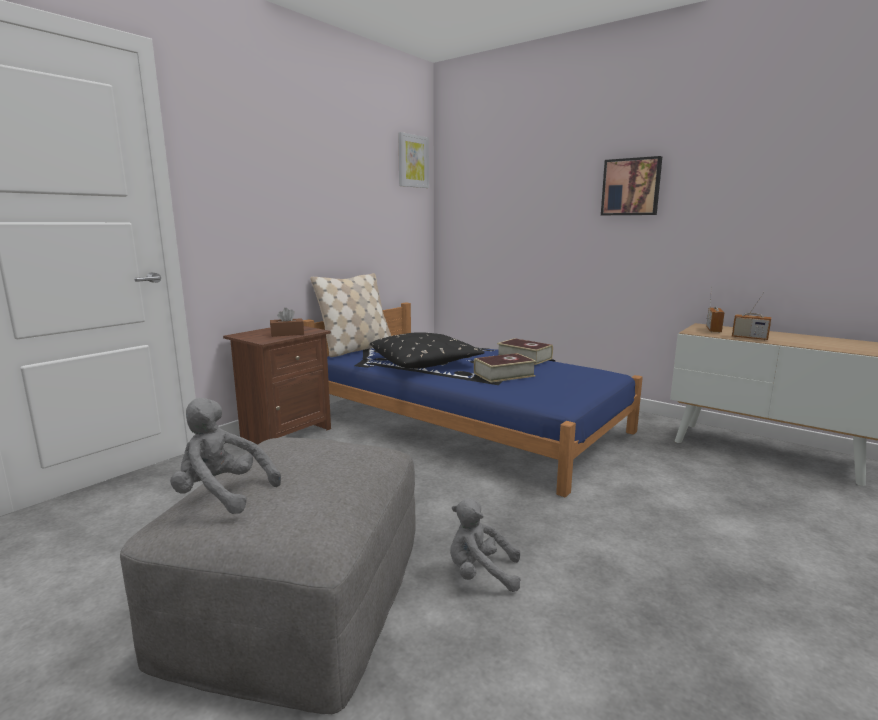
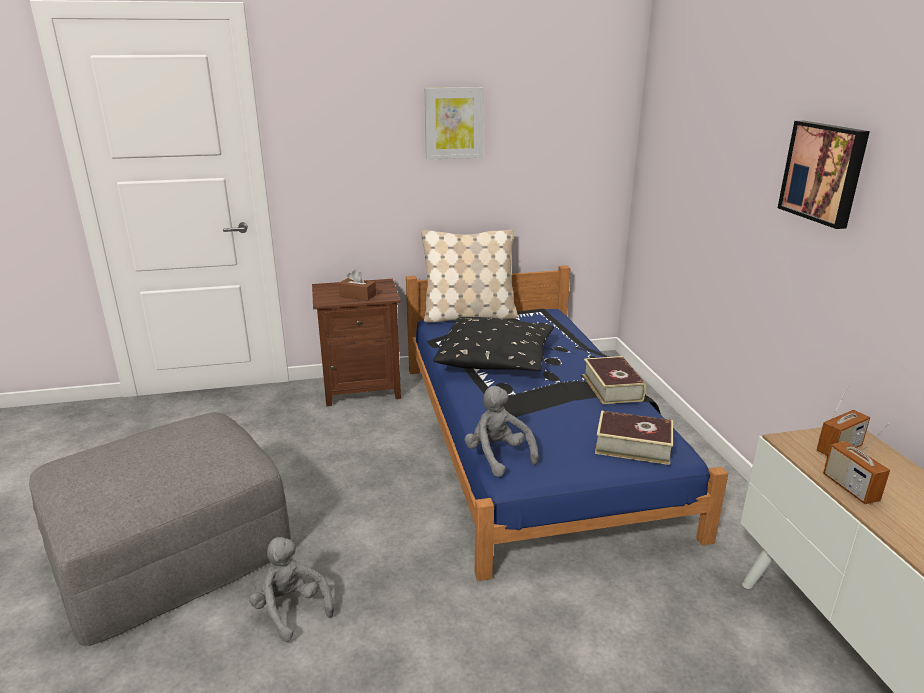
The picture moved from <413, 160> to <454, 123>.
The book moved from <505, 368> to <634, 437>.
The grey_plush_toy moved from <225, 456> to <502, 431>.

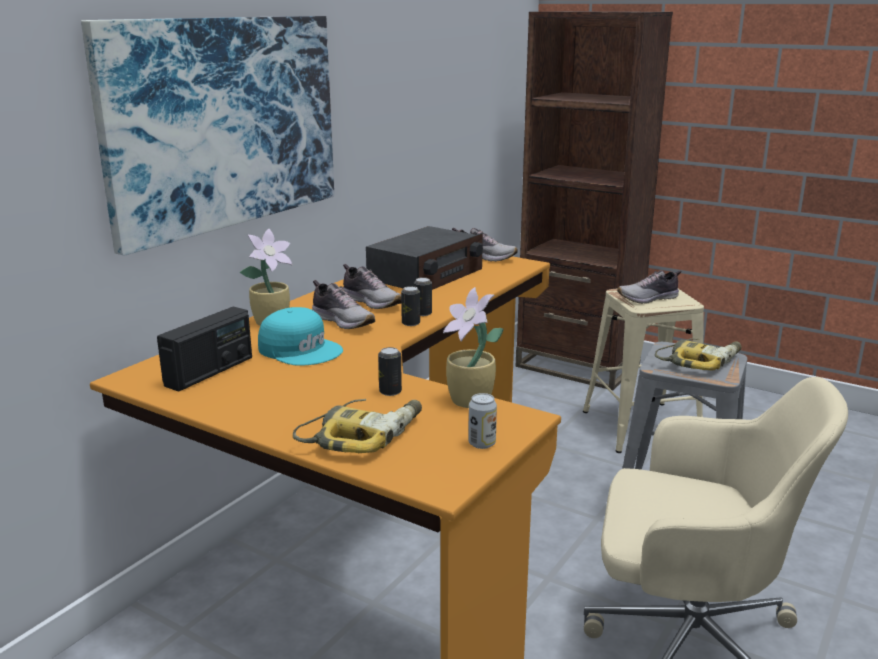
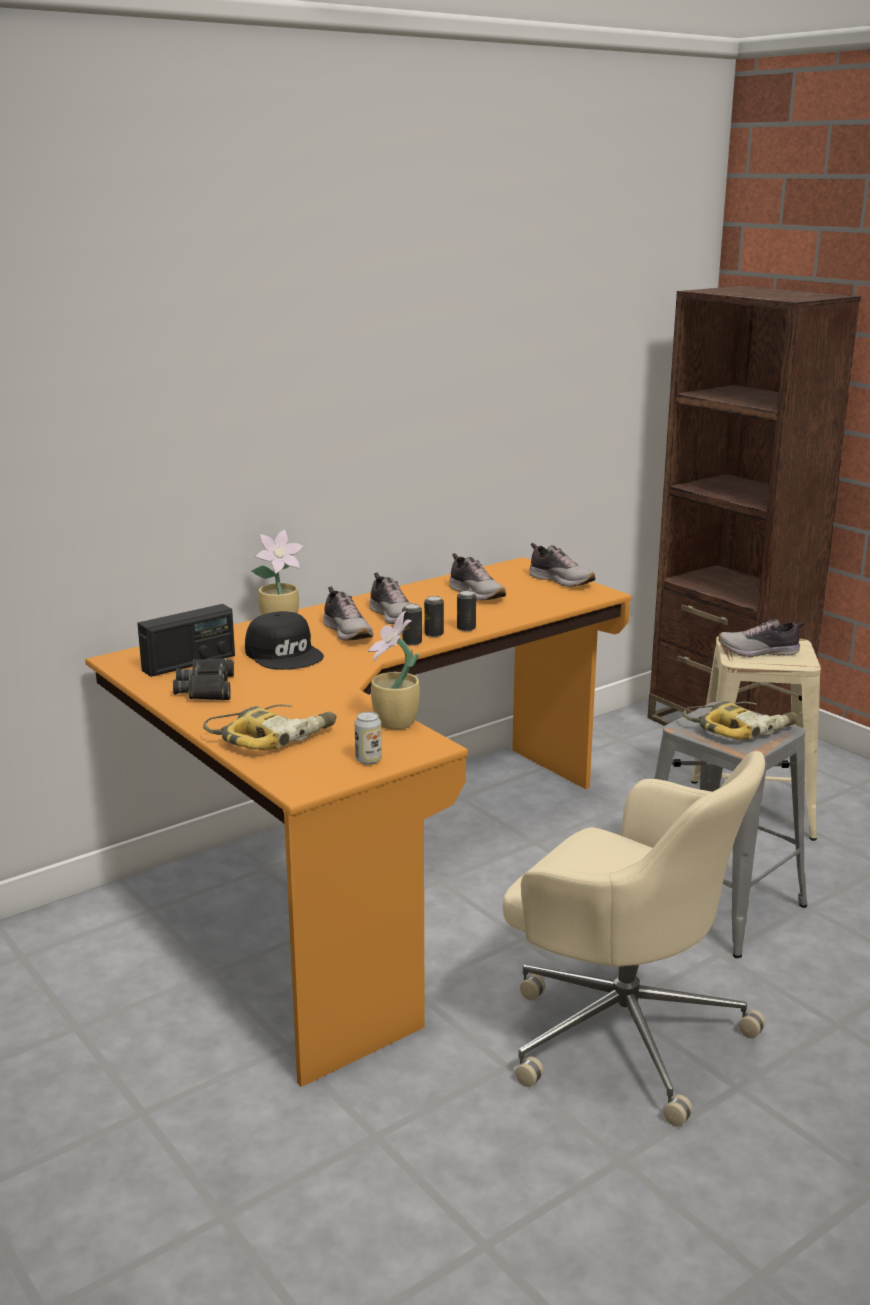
The picture at <207, 136> disappeared.
The radio at <424, 258> was replaced by the shoe at <477, 577>.
The turquoise_cap at <300, 336> became the black_cap at <284, 640>.
The can moved from <390, 371> to <466, 610>.
The black_binoculars at <203, 679> appeared.

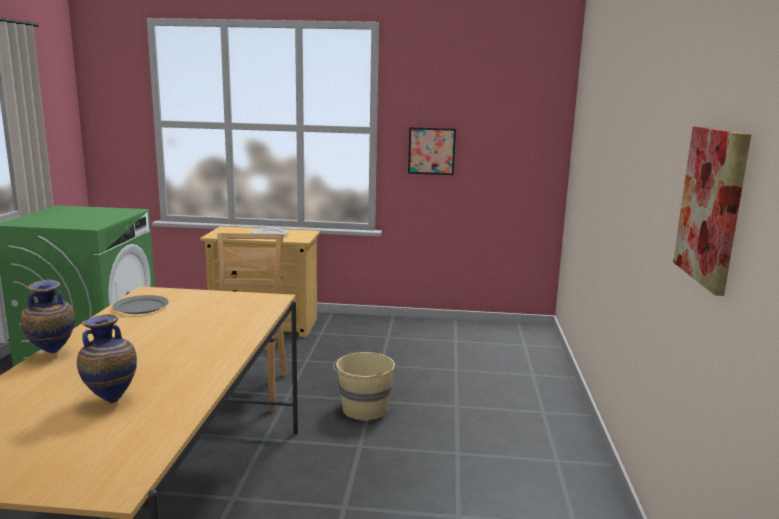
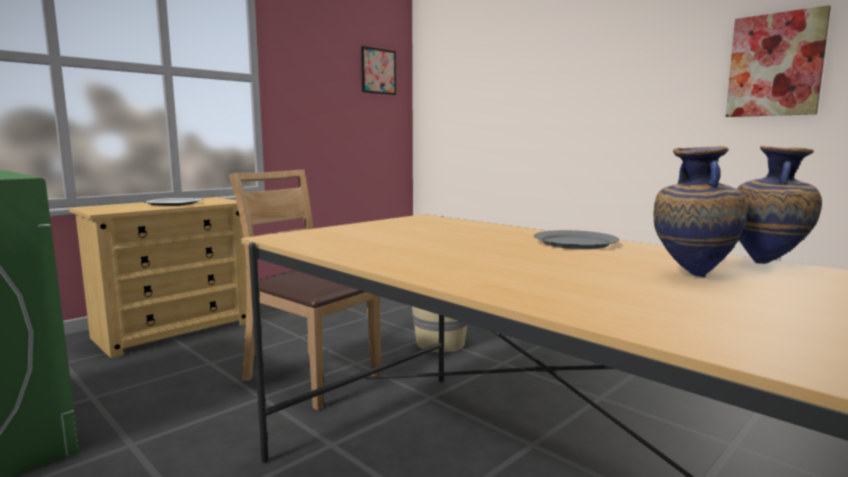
The picture moved from <432, 151> to <378, 70>.
The vase moved from <47, 316> to <779, 205>.
The grey_plate moved from <140, 304> to <576, 239>.

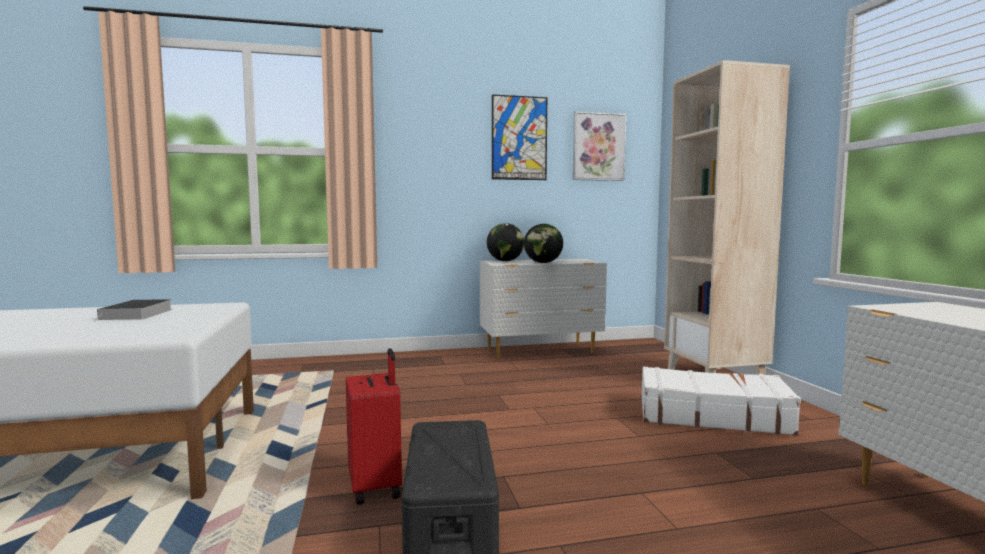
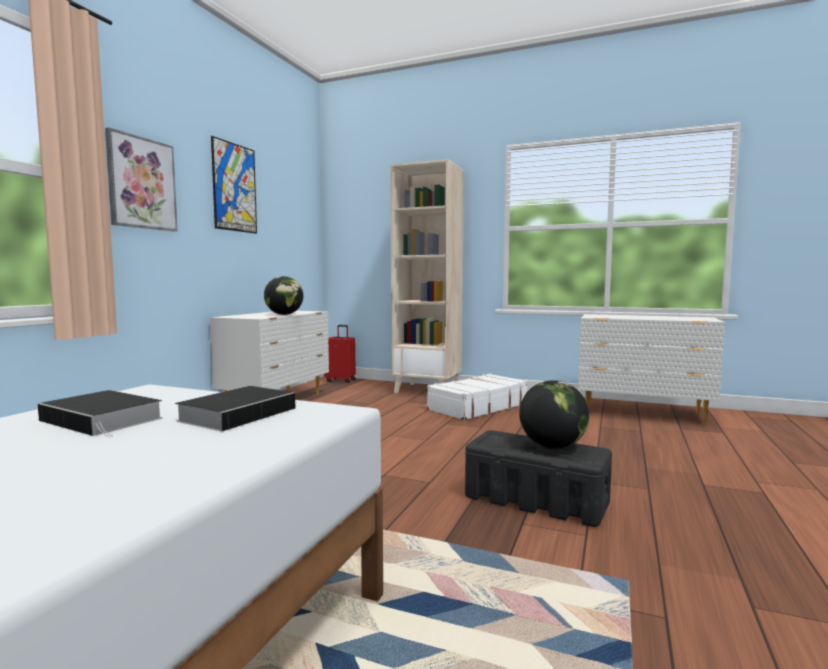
The picture moved from <599, 146> to <141, 179>.
The globe moved from <505, 242> to <554, 414>.
The red_suitcase moved from <374, 426> to <340, 354>.
The book at <239, 409> appeared.

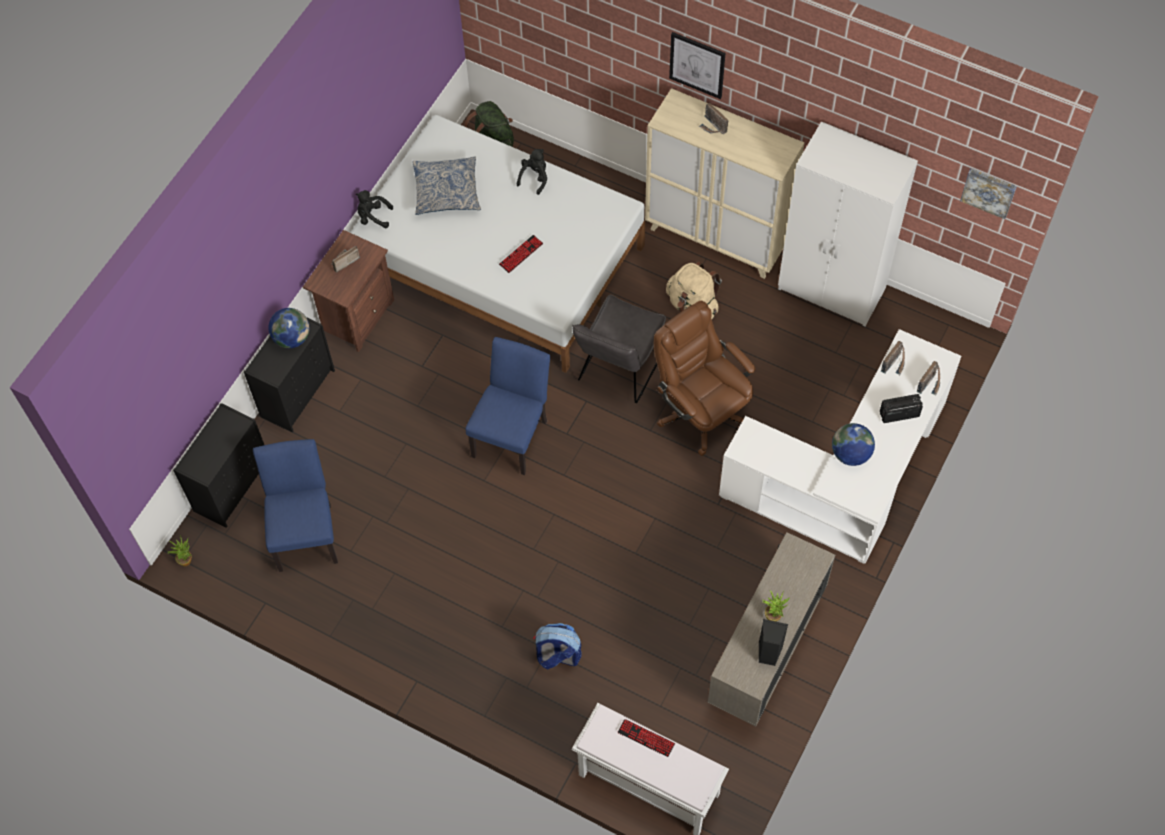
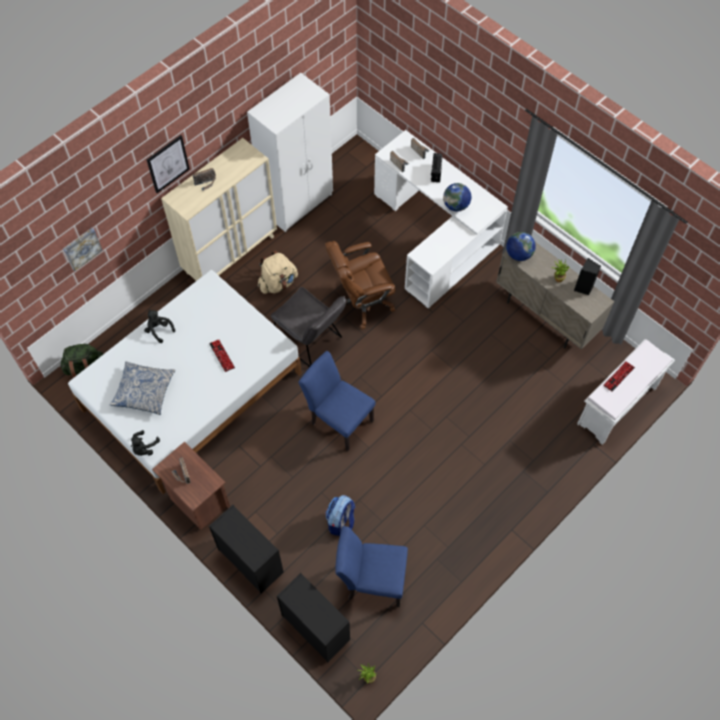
The picture moved from <988, 193> to <83, 249>.
The globe moved from <288, 328> to <521, 246>.
The backpack moved from <557, 646> to <340, 515>.

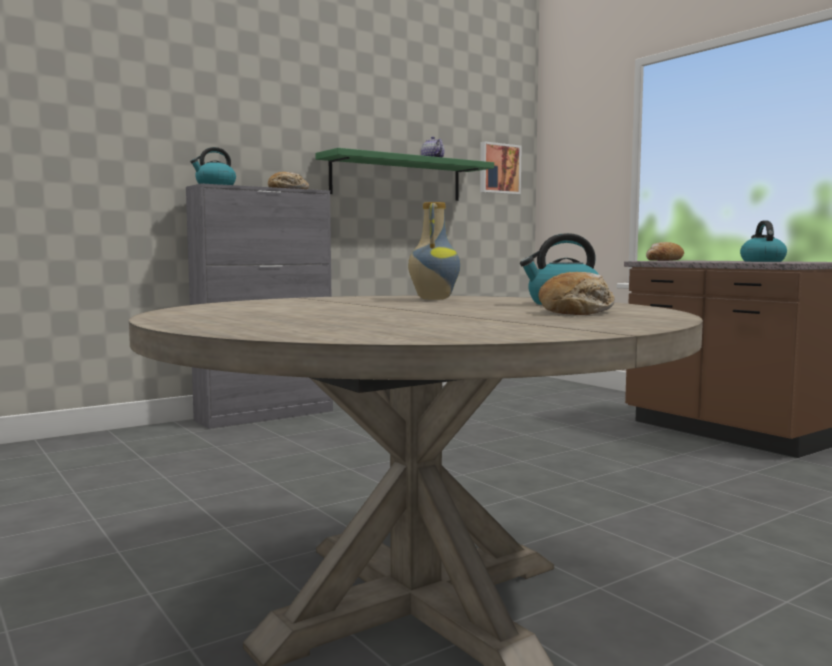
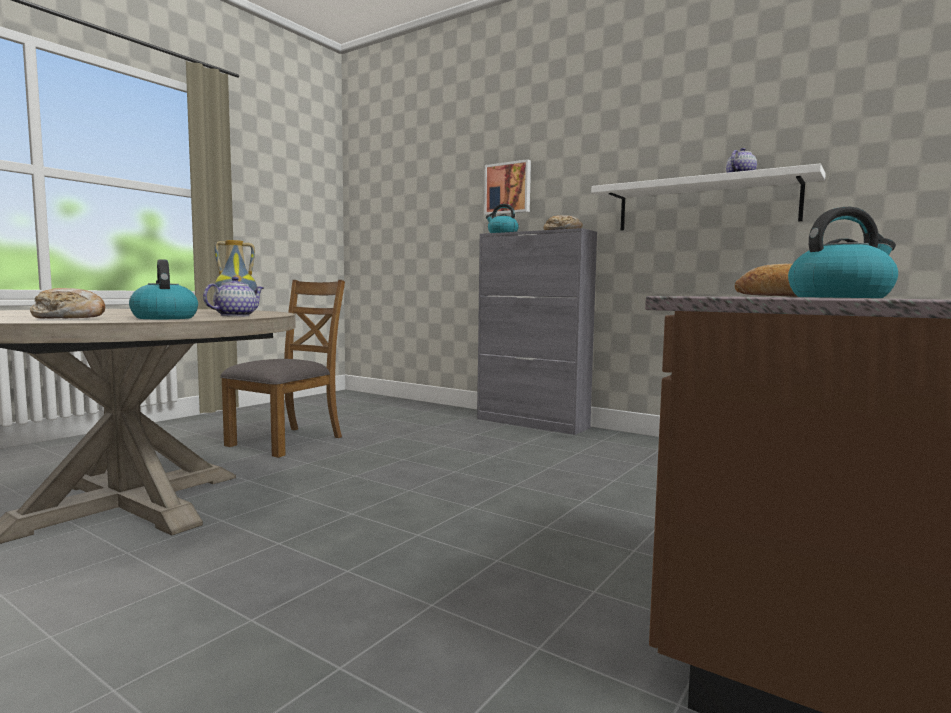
The picture moved from <501, 168> to <507, 187>.
The green_shelf at <404, 174> became the white_shelf at <708, 196>.
The teapot at <233, 297> appeared.
The brown_chair at <282, 369> appeared.

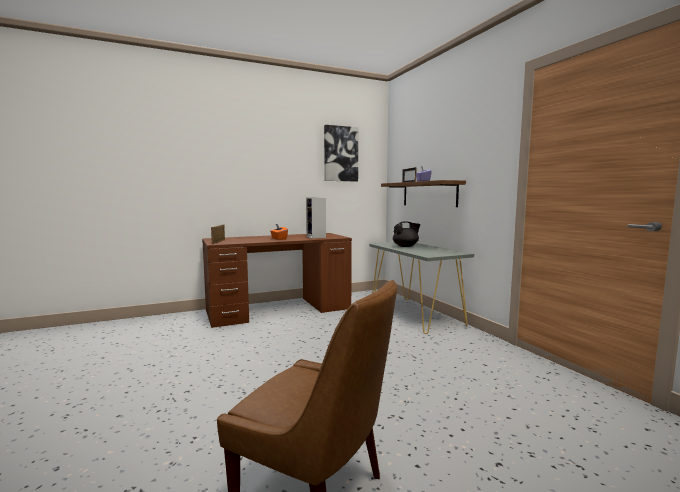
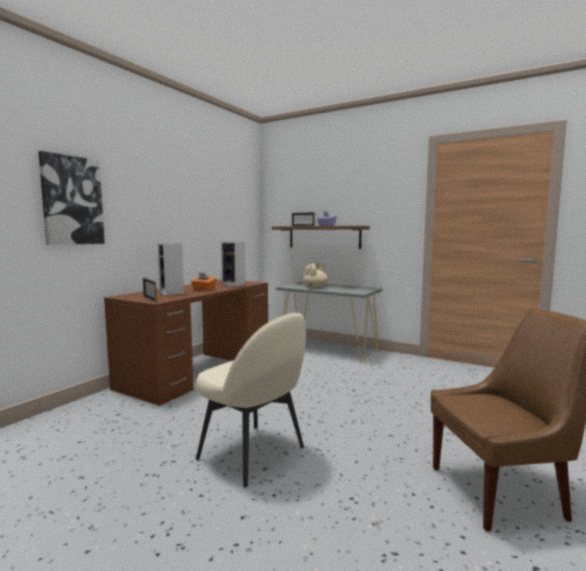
The picture moved from <341, 153> to <72, 198>.
The black_teapot at <406, 234> became the beige_teapot at <315, 275>.
The speaker at <171, 269> appeared.
The beige_chair at <251, 400> appeared.

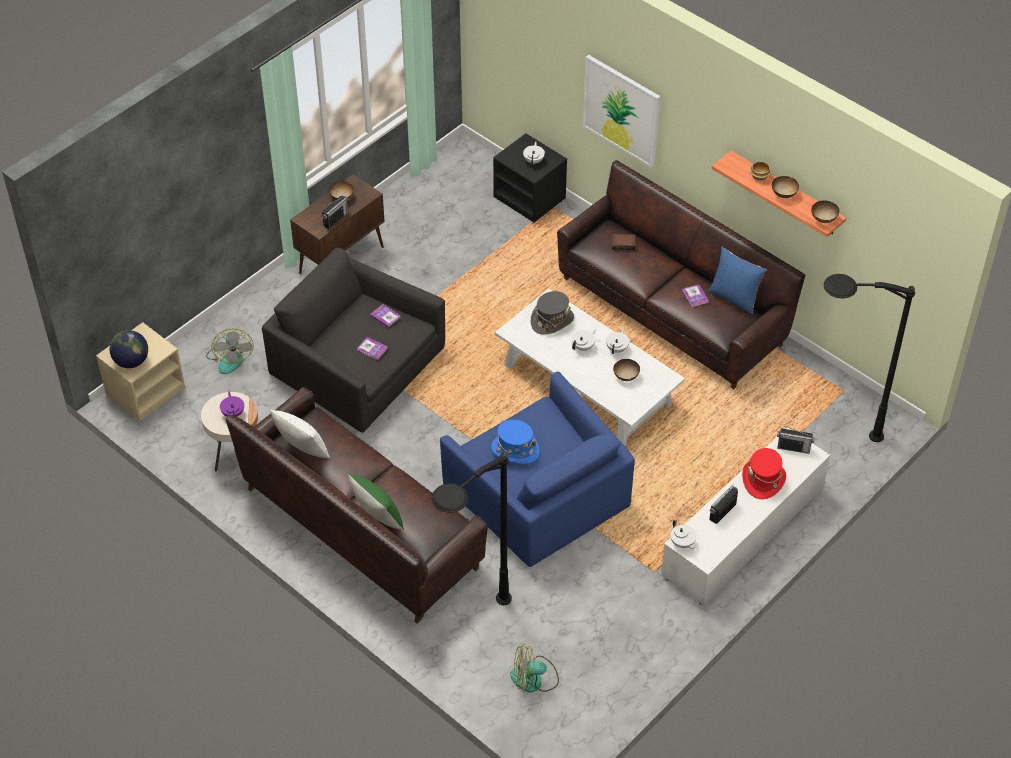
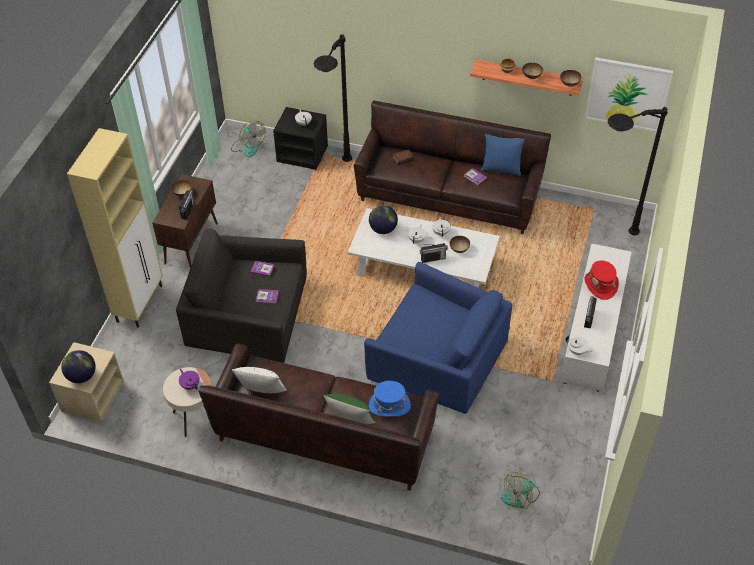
The picture moved from <621, 111> to <628, 94>.
The grey_hat at <552, 313> was replaced by the globe at <383, 219>.
The fan moved from <230, 351> to <248, 139>.
The blue_hat moved from <515, 442> to <390, 399>.
The radio moved from <796, 440> to <434, 253>.
The black_floor_lamp moved from <472, 529> to <333, 98>.
The beige_cabinet at <115, 228> appeared.

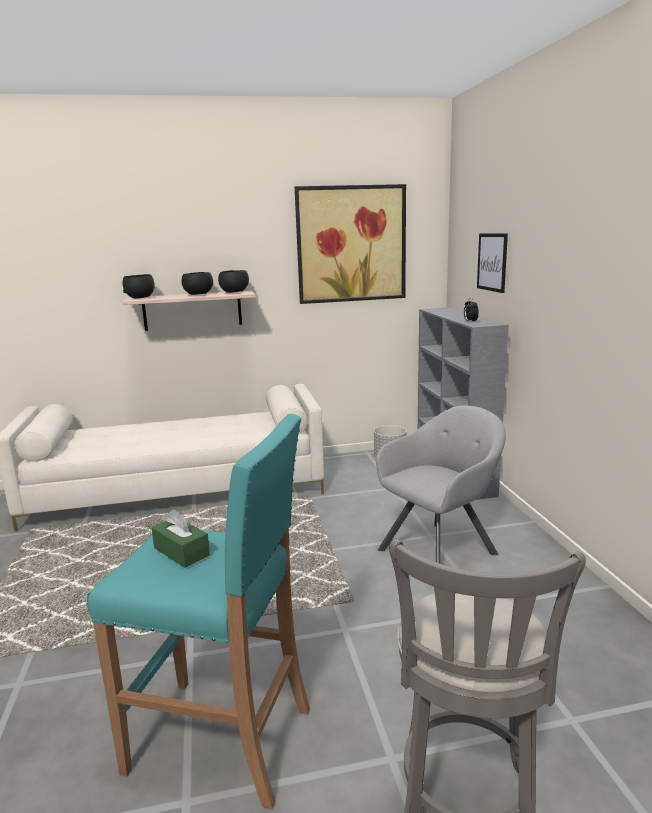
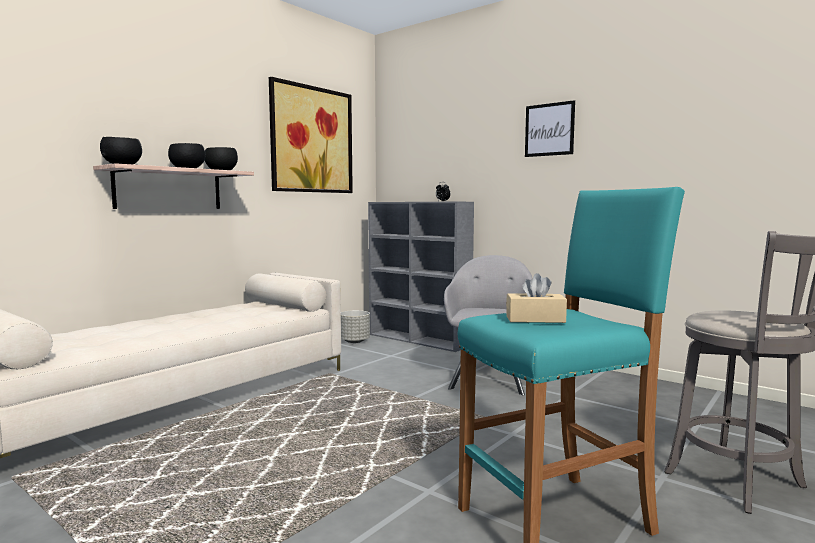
The picture moved from <492, 263> to <550, 128>.
The green_tissue_box at <181, 538> became the beige_tissue_box at <536, 298>.

